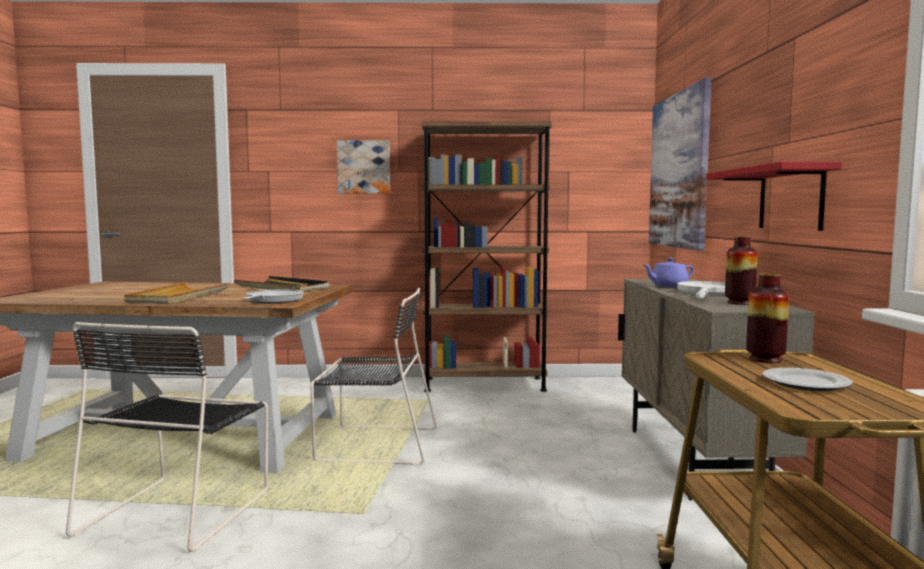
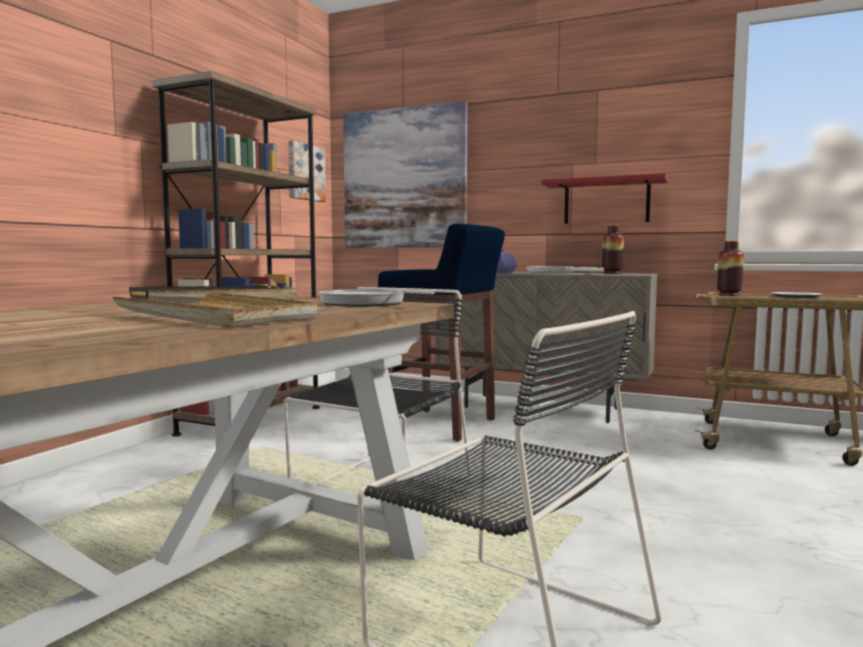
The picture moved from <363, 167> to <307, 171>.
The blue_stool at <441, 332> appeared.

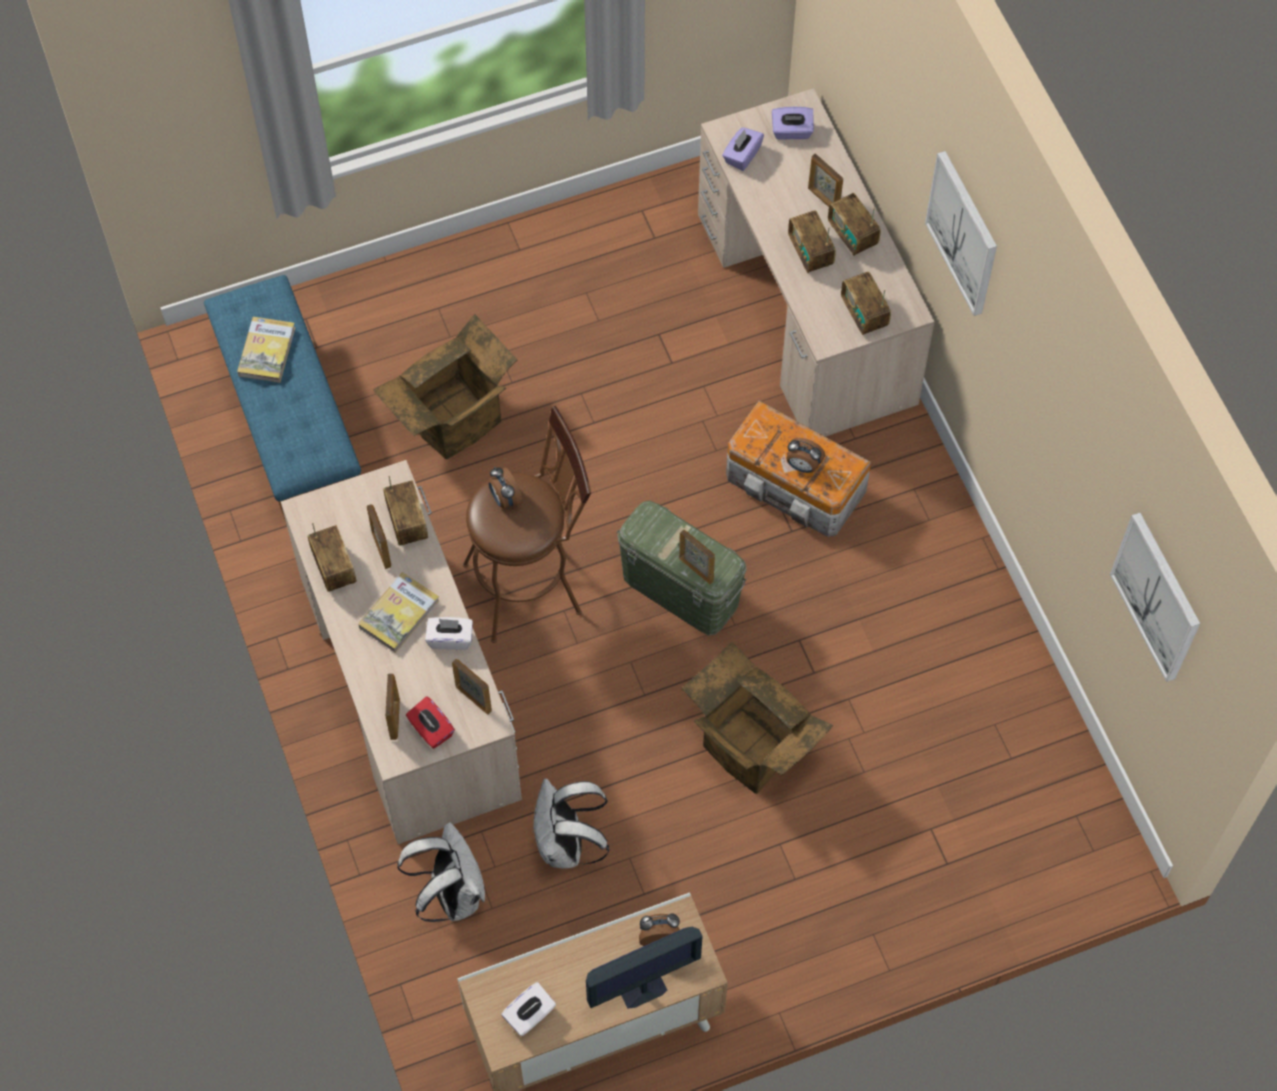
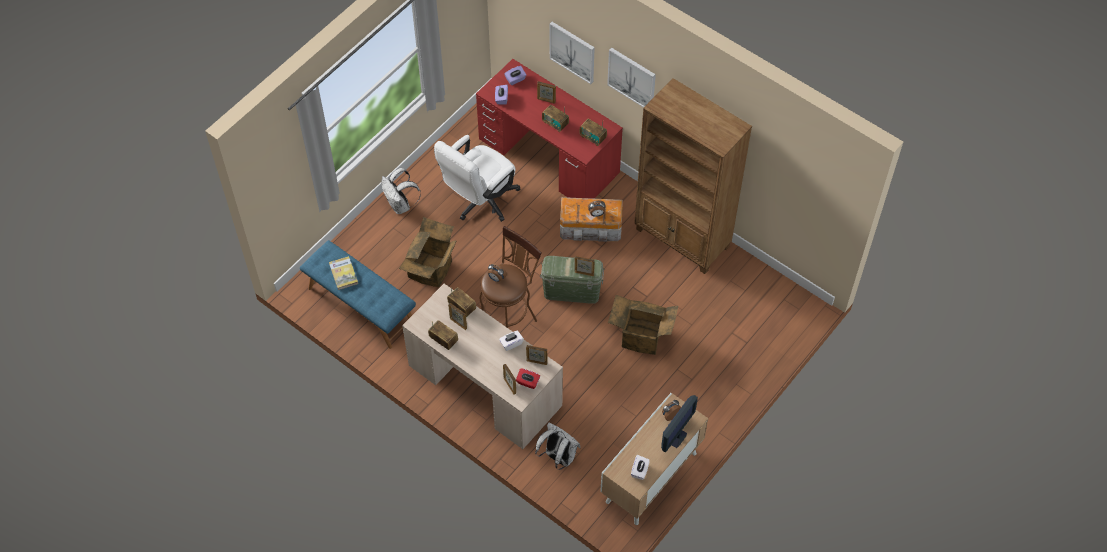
The beige_desk at <816, 262> became the red_desk at <549, 129>.
The radio at <854, 224> disappeared.
The picture moved from <1155, 597> to <572, 53>.
The book at <399, 612> disappeared.
The white_backpack moved from <571, 823> to <401, 191>.
The brown_bookcase at <693, 176> appeared.
The white_office_chair at <477, 178> appeared.

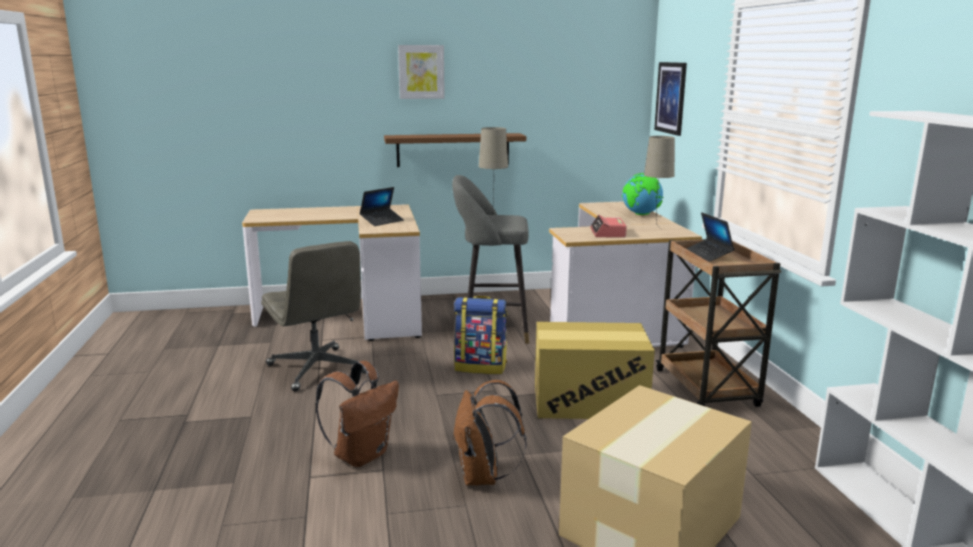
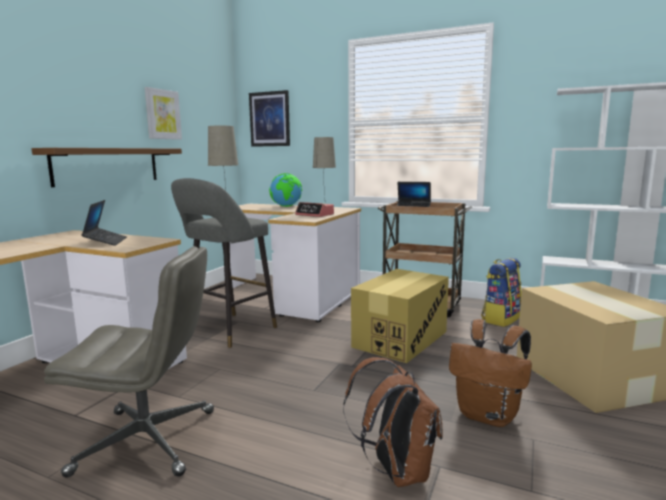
The picture moved from <421, 72> to <163, 113>.
The backpack moved from <481, 335> to <501, 292>.

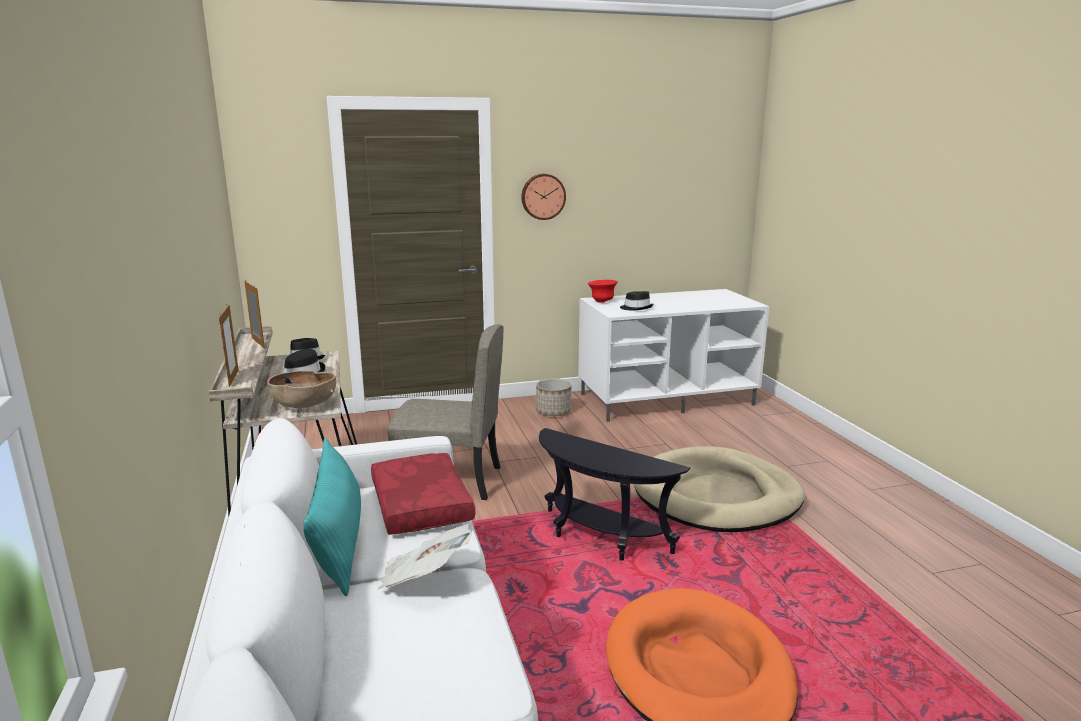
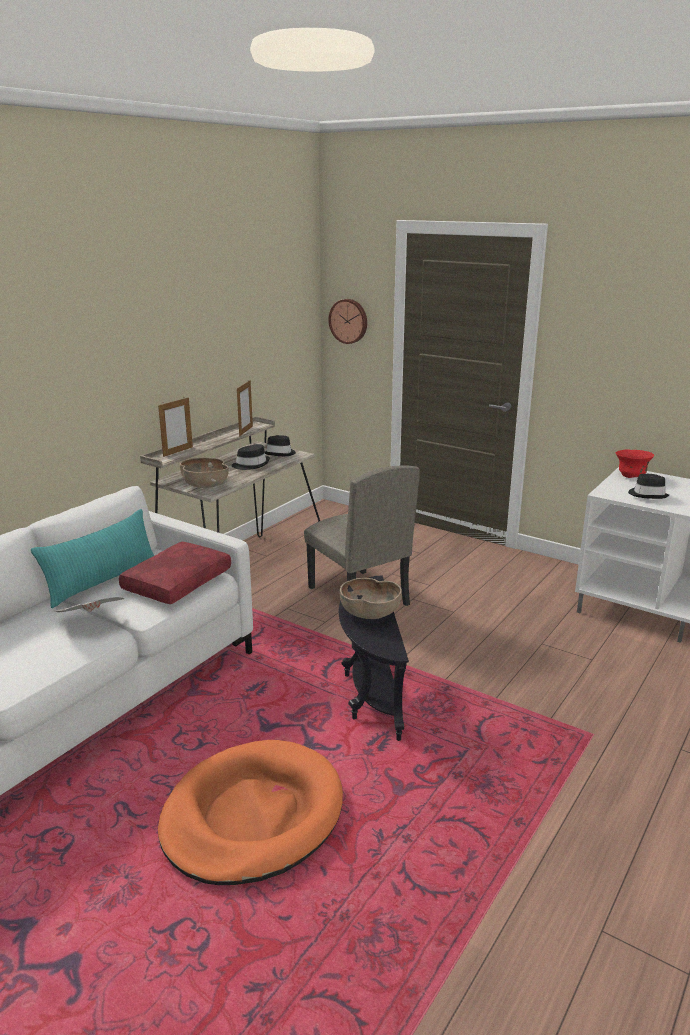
The wall_clock moved from <543, 197> to <347, 321>.
The planter at <553, 397> disappeared.
The beige_dog_bed at <719, 489> disappeared.
The brown_bowl at <371, 598> appeared.

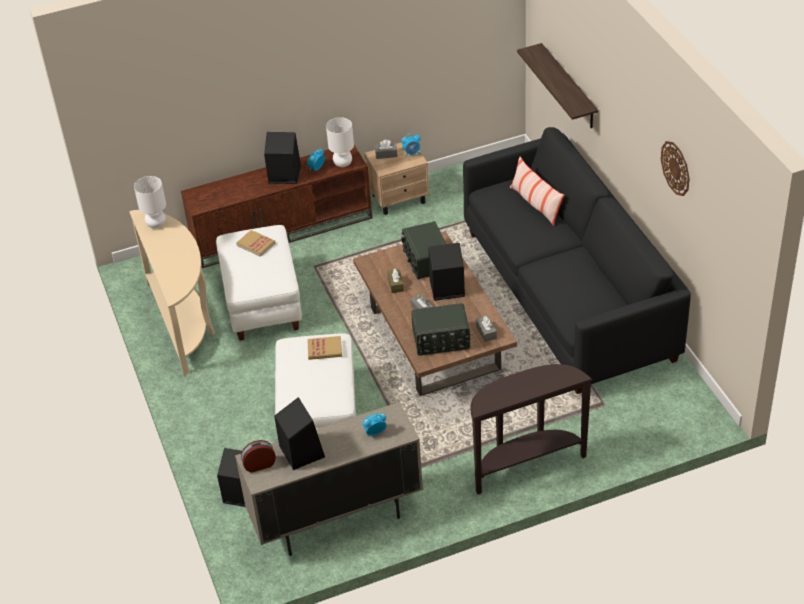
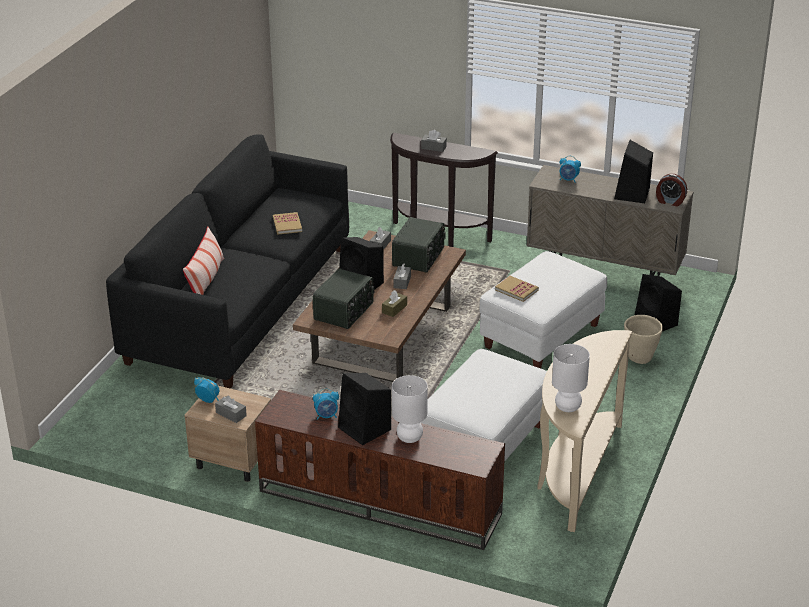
The shelf at <557, 85> disappeared.
The white_table_lamp moved from <340, 142> to <410, 409>.
The wall_clock at <675, 168> disappeared.
The book moved from <255, 243> to <287, 223>.
The radio at <440, 329> turned 75 degrees clockwise.
The grey_tissue_box at <434, 141> appeared.
The beige_planter at <643, 339> appeared.

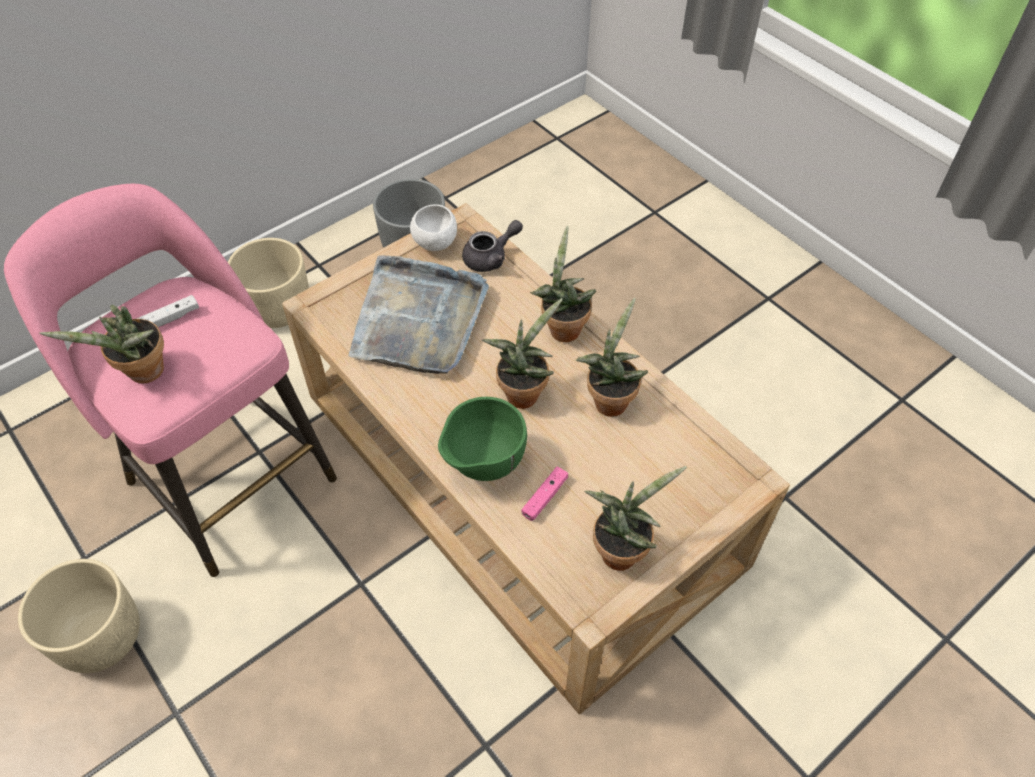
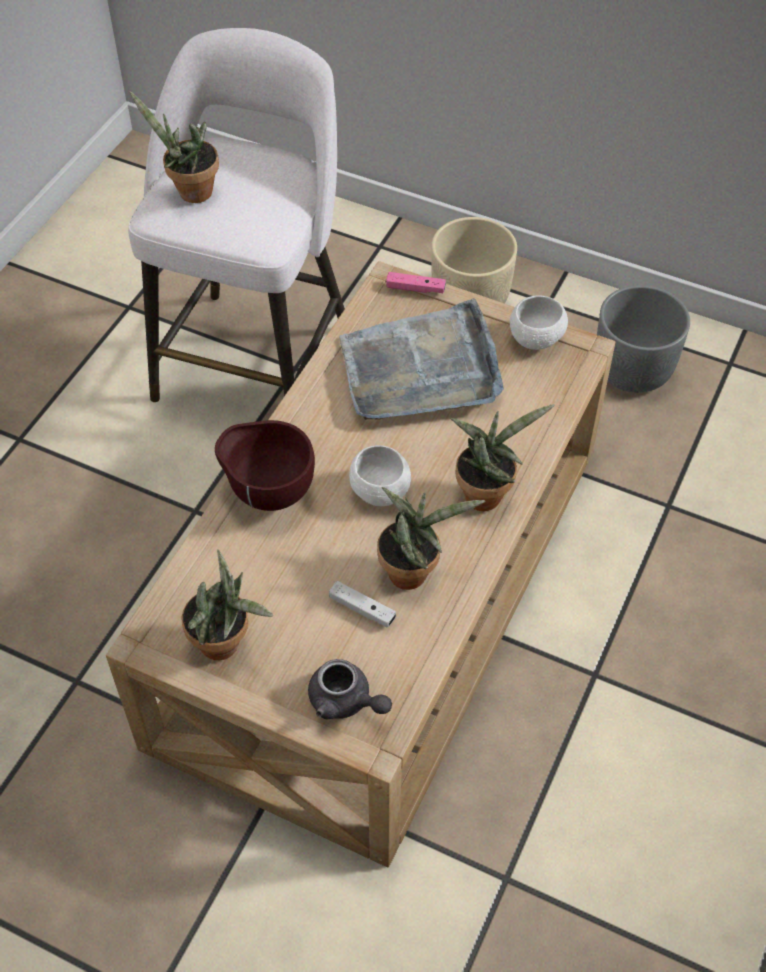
The pink_stool at <170, 380> became the white_stool at <236, 215>.
The grey_teapot moved from <492, 246> to <350, 689>.
The white_game_controller moved from <167, 311> to <362, 604>.
The potted_plant at <522, 353> was replaced by the white_bowl at <380, 475>.
The green_bowl at <482, 439> became the brown_bowl at <265, 465>.
The pink_game_controller moved from <545, 493> to <416, 282>.
The beige_planter at <79, 616> disappeared.

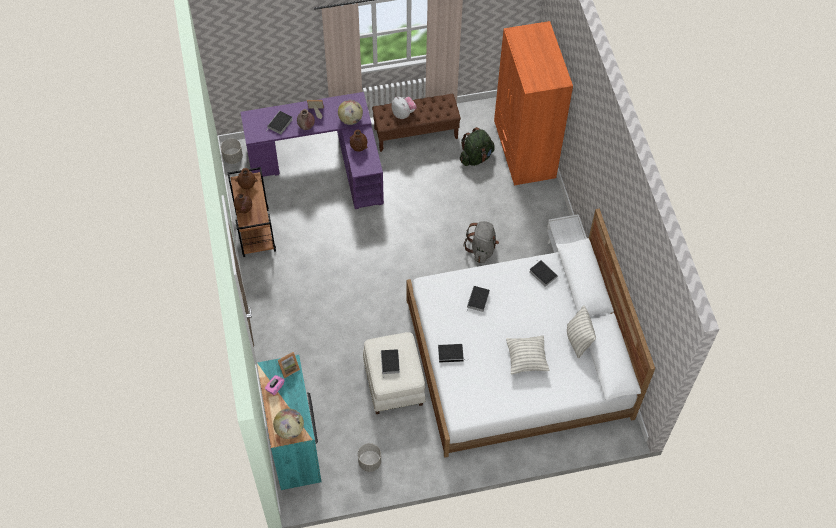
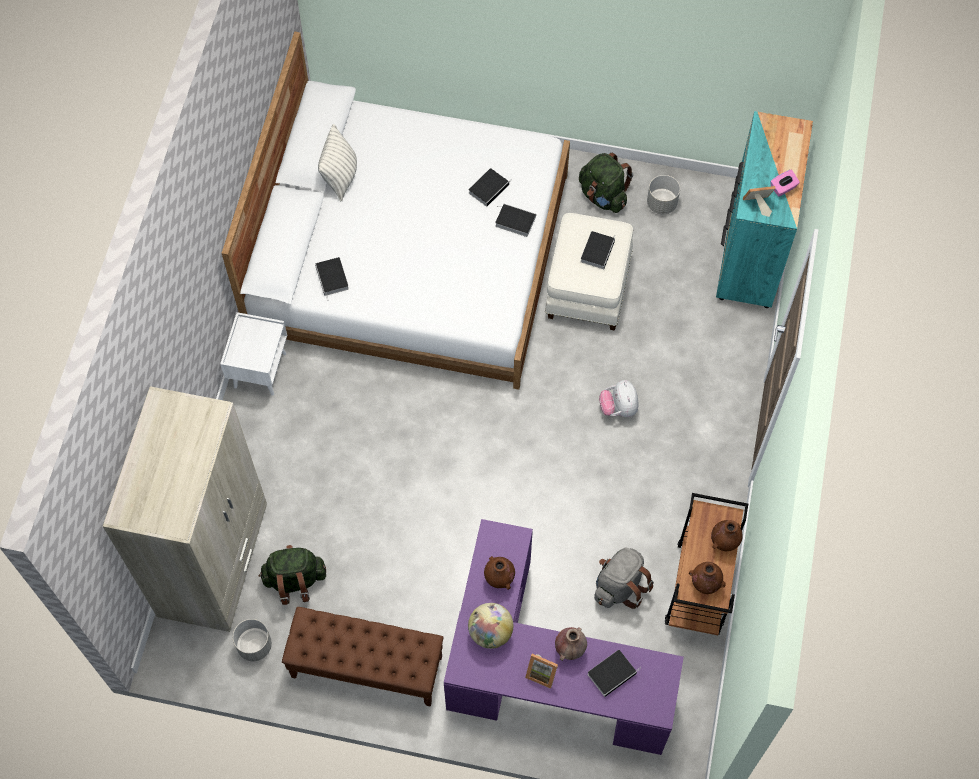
The orange_wardrobe at <533, 103> became the beige_wardrobe at <185, 509>.
The plush_toy moved from <404, 108> to <619, 398>.
The grey_planter moved from <232, 151> to <252, 640>.
The grey_backpack moved from <481, 242> to <624, 578>.
The book moved from <478, 299> to <490, 187>.
The pillow at <527, 355> disappeared.
The globe at <288, 423> disappeared.
The green_backpack at <606, 182> appeared.

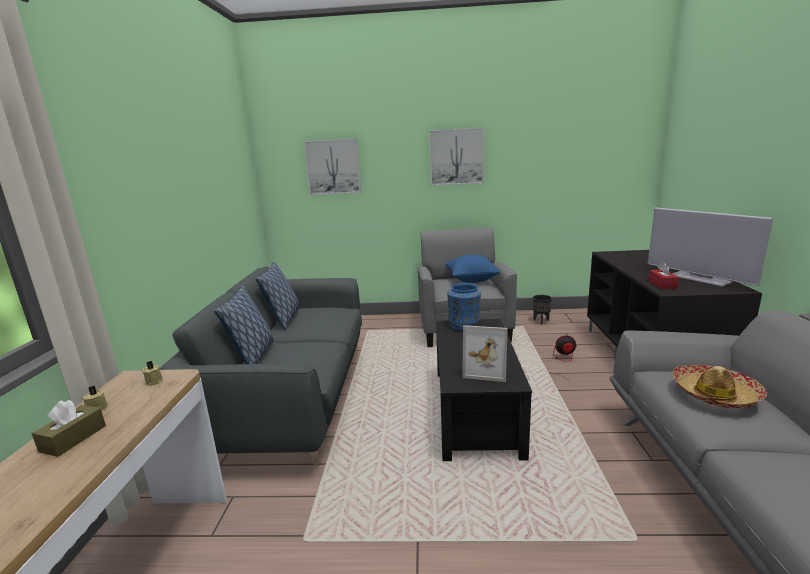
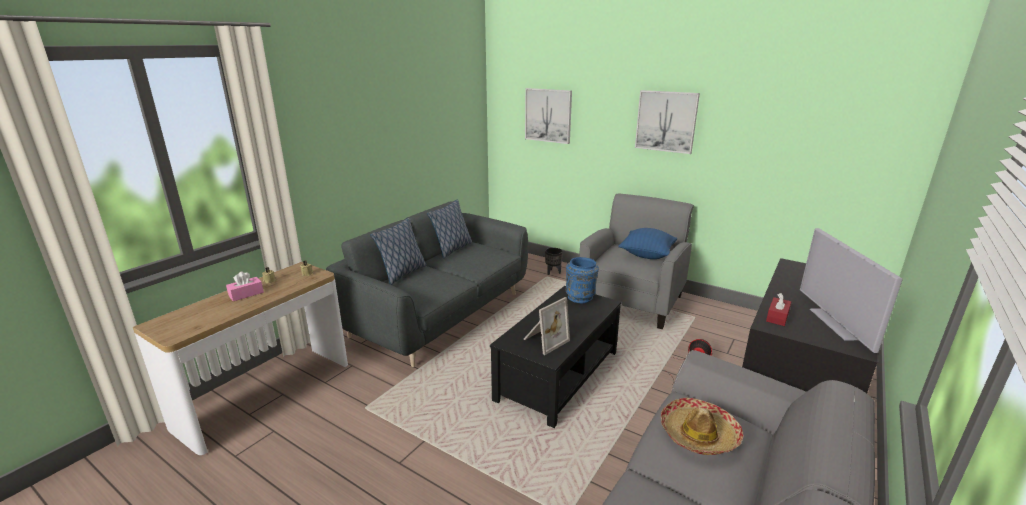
The black_planter moved from <542, 310> to <554, 261>.
The picture_frame at <485, 353> turned 90 degrees counterclockwise.
The brown_tissue_box at <69, 428> became the pink_tissue_box at <245, 286>.

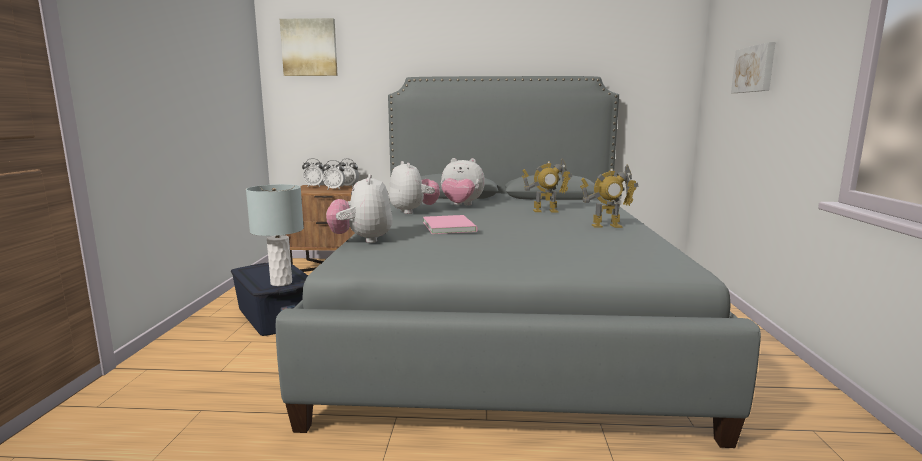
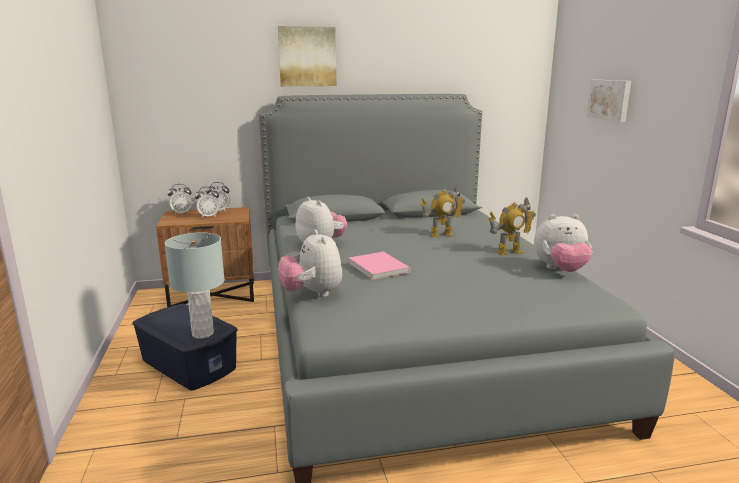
The picture moved from <309, 47> to <307, 56>.
The plush_toy moved from <463, 182> to <563, 243>.

